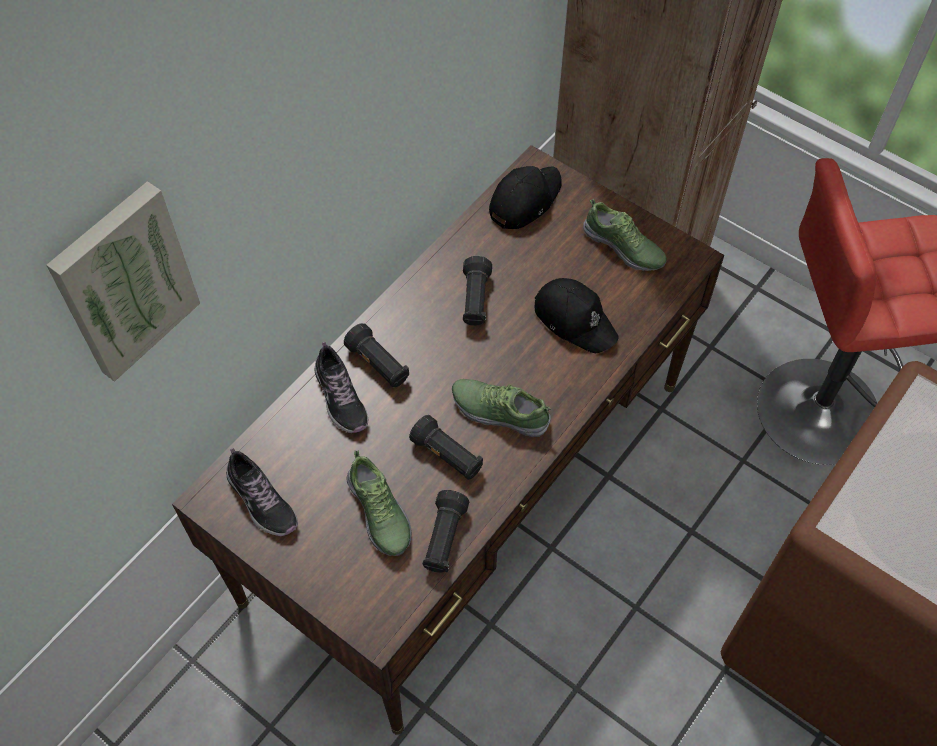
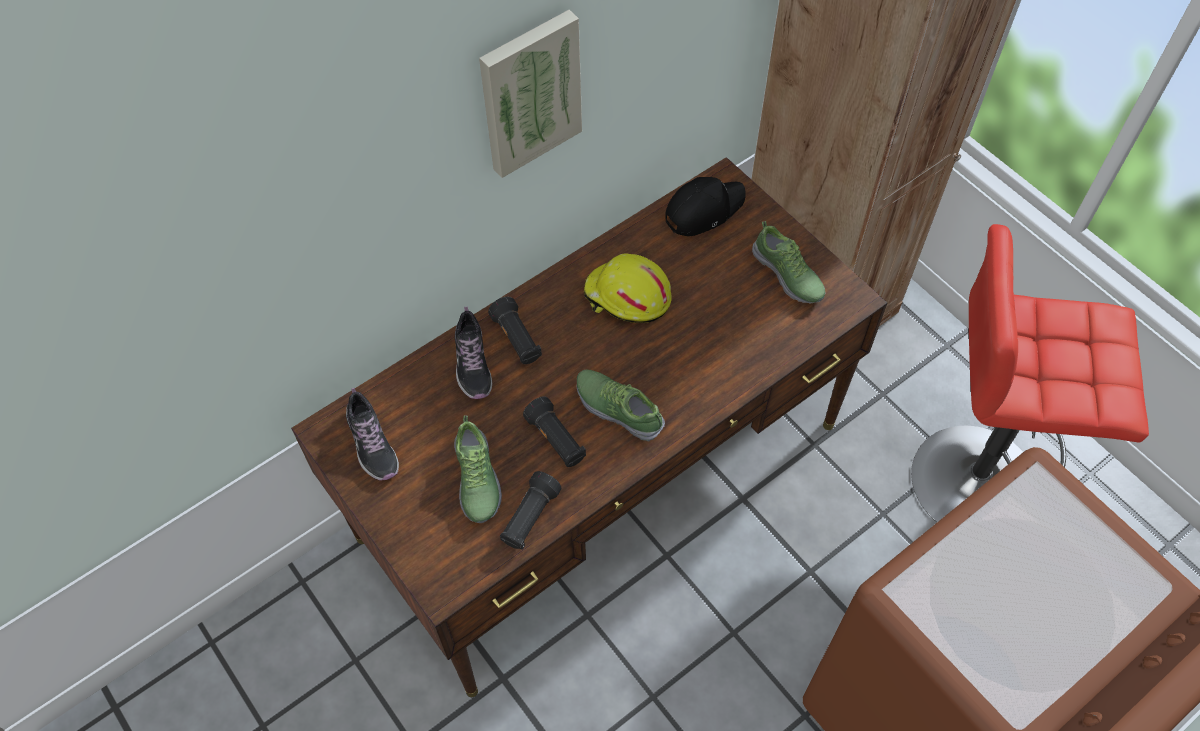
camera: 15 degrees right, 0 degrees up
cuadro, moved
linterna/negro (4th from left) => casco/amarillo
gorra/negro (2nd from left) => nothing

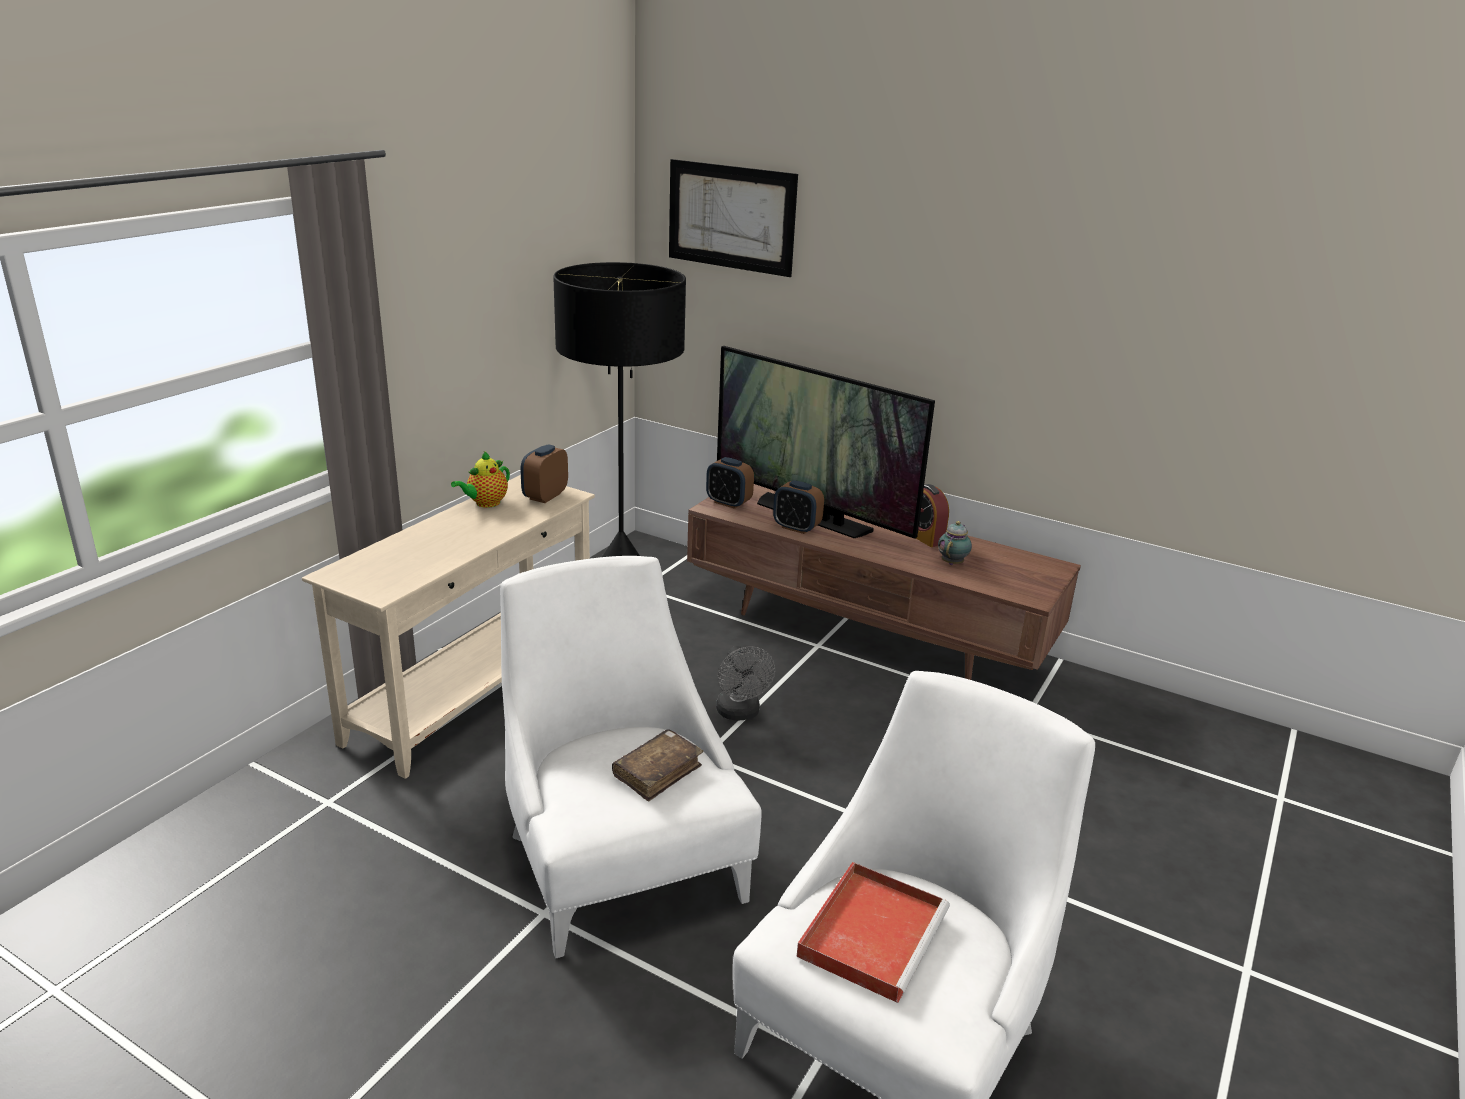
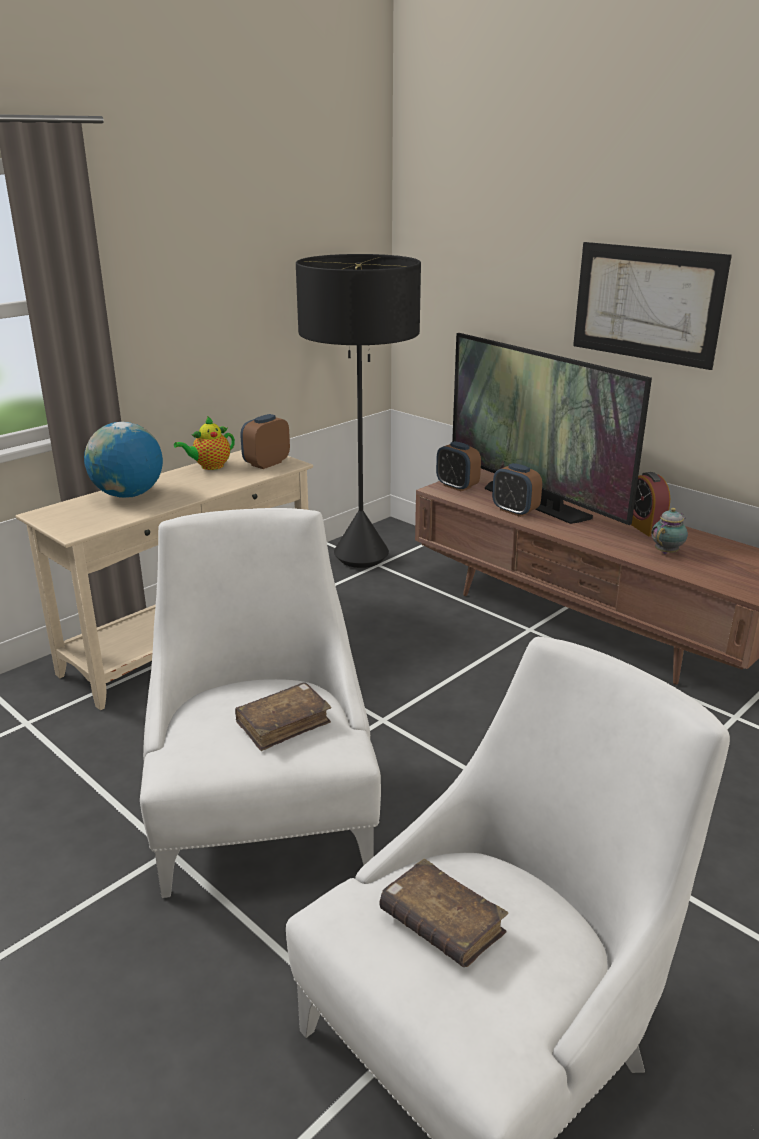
camera: 15 degrees right, 0 degrees up
cuadro, moved
ventilador/gris => nothing
bandeja/rojo => libro/marrón (2nd from left)
nothing => globo terráqueo

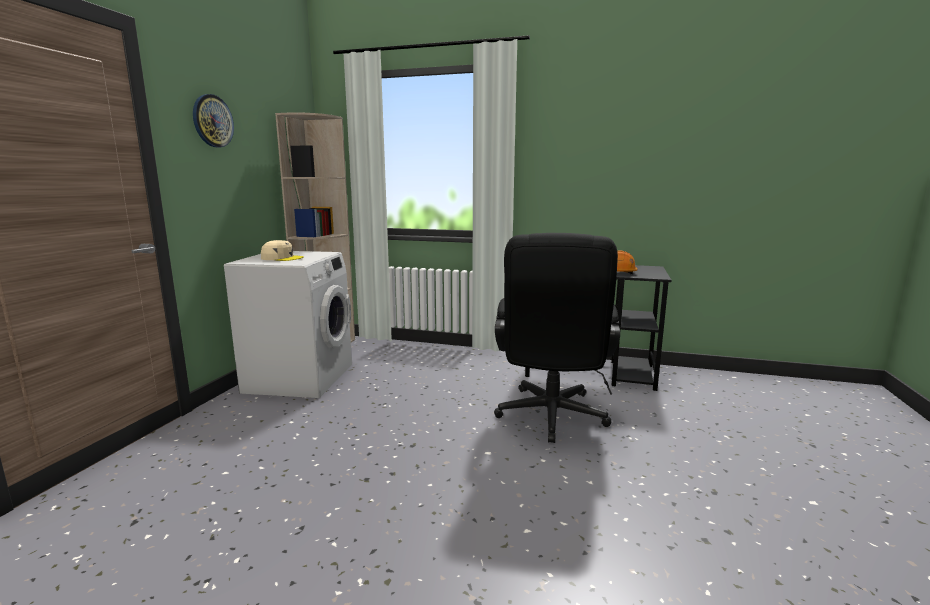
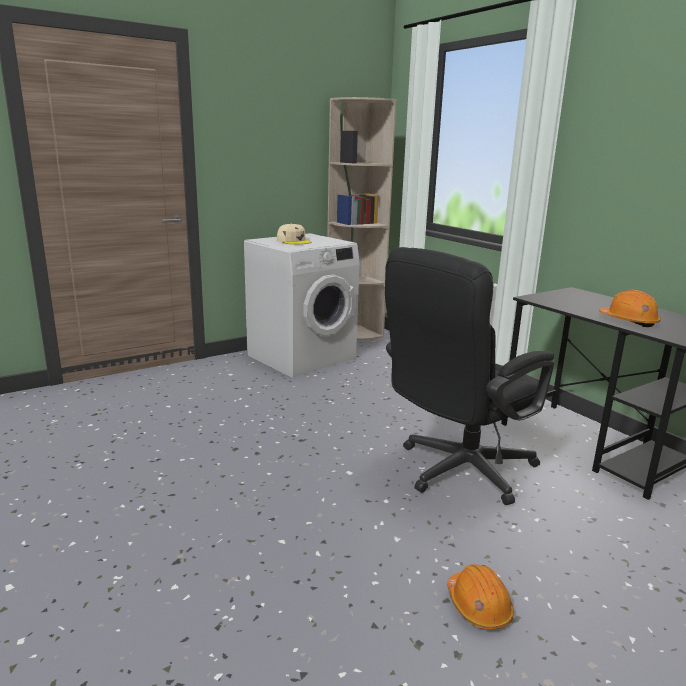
camera: 40 degrees right, 5 degrees up
reloj de pared => nothing
nothing => casco/naranja (1st from left)

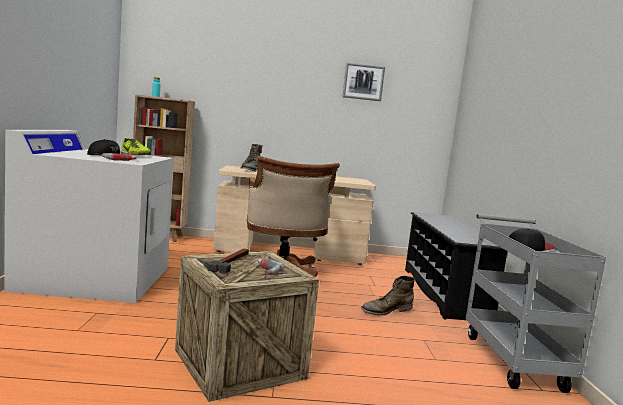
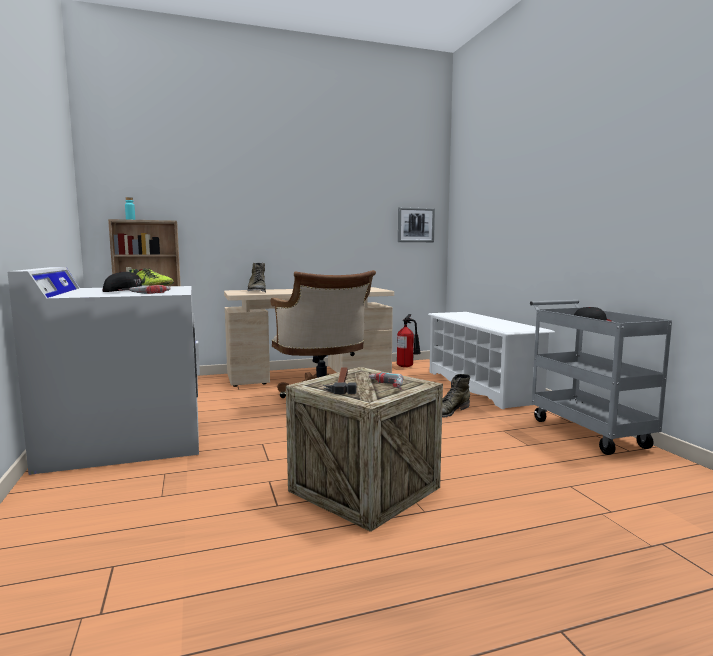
camera: 15 degrees left, 0 degrees up
cuadro, moved
zapatero/negro => zapatero/blanco
nothing => extintor

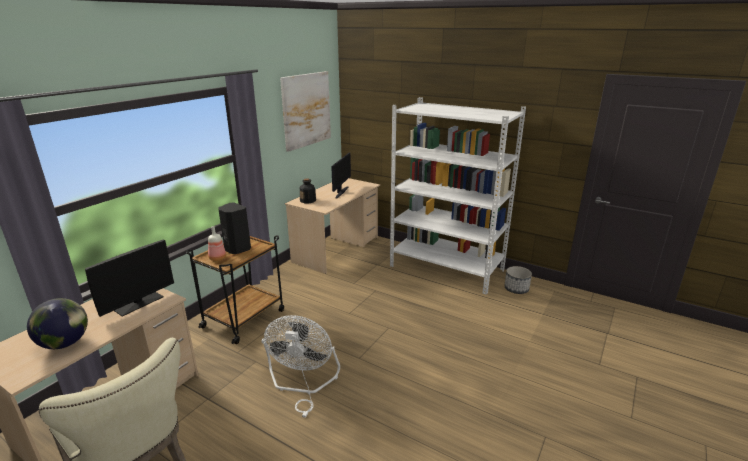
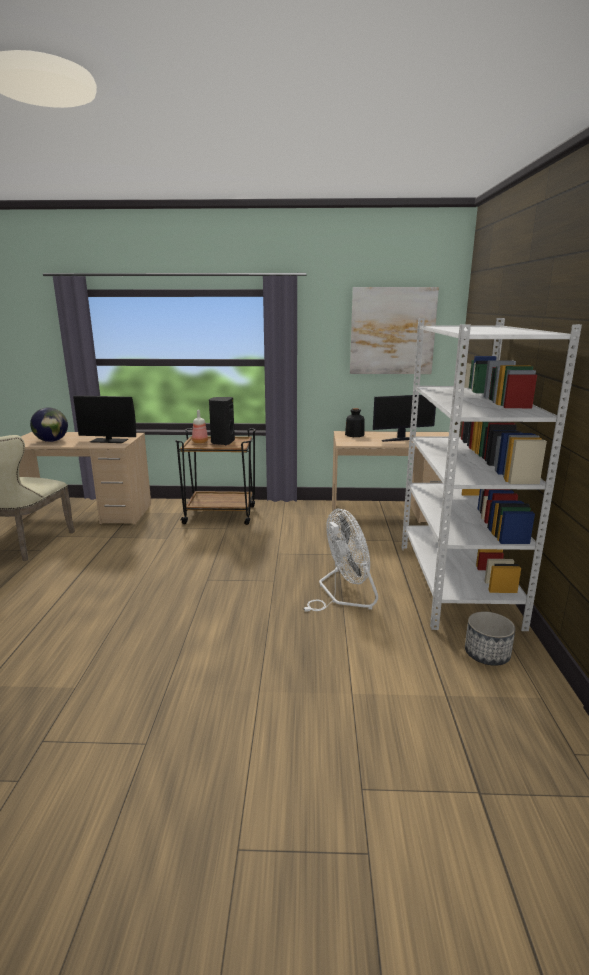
camera: 60 degrees right, 5 degrees down
ventilador/blanco, moved

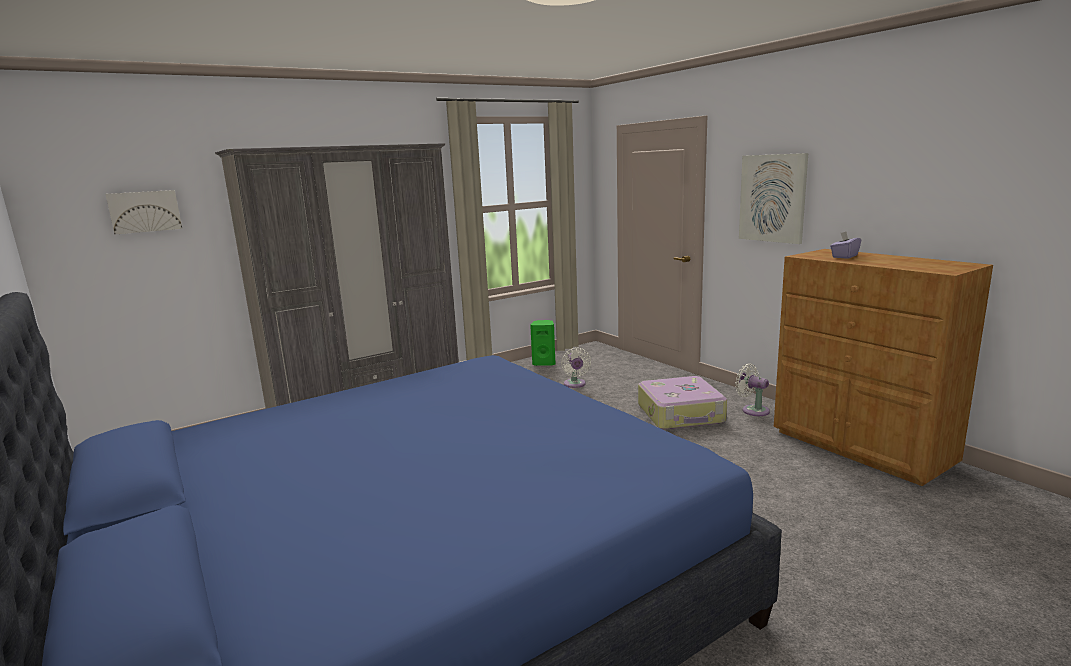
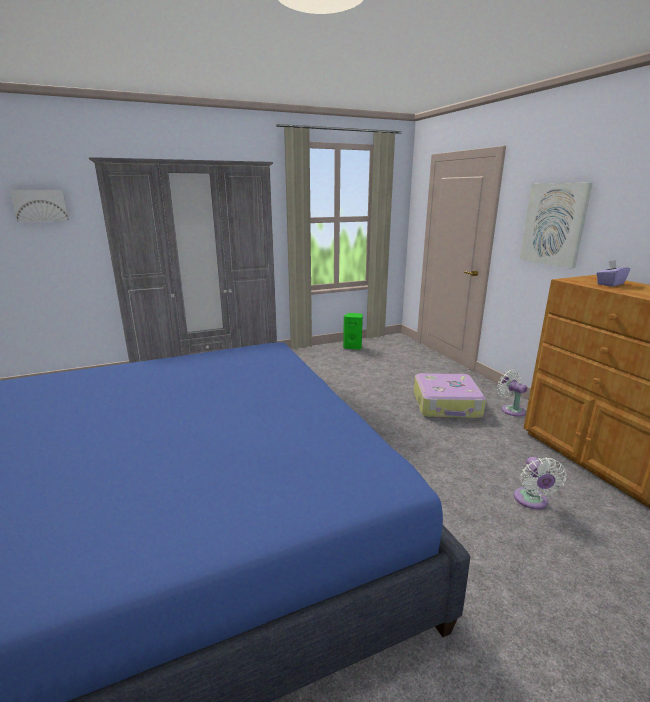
camera: 10 degrees right, 5 degrees up
ventilador/blanco (1st from left in the first image) => ventilador/blanco (2nd from left), moved

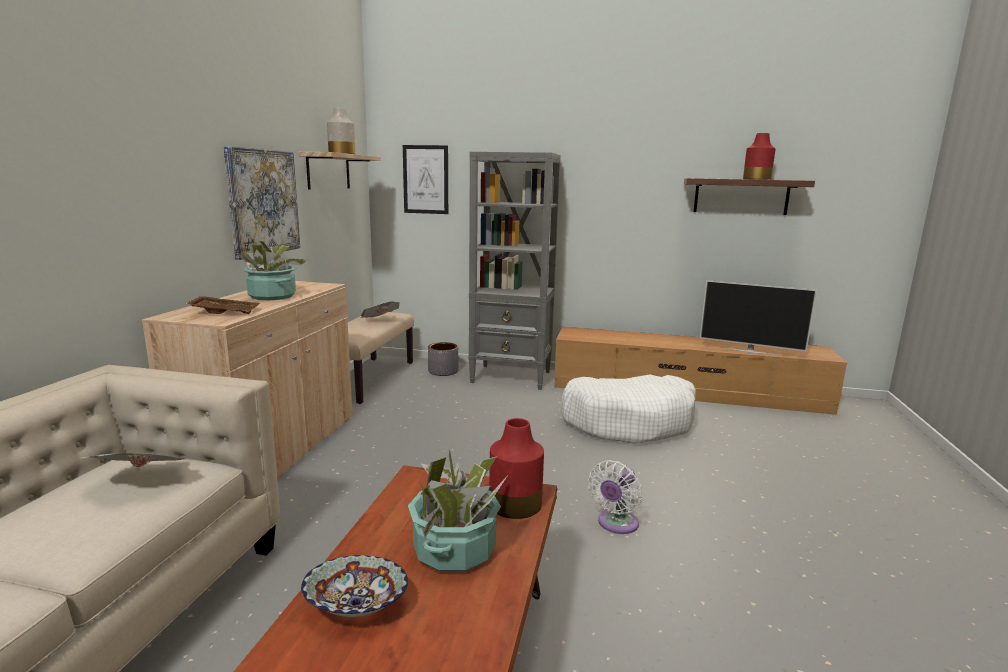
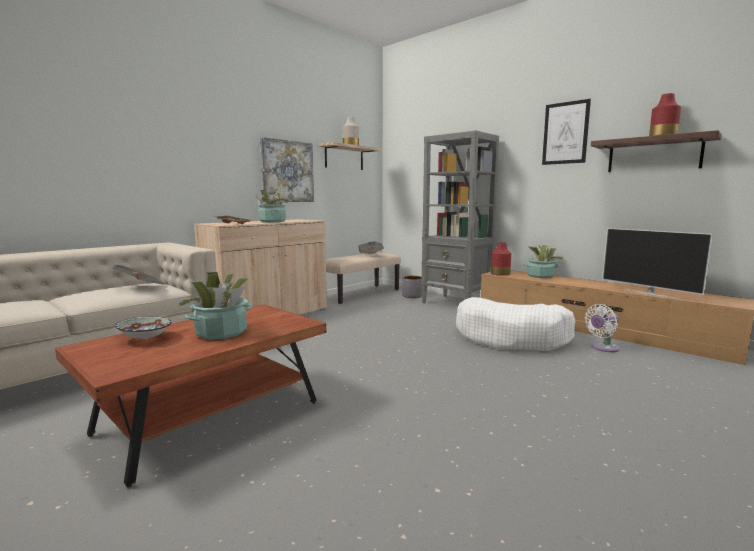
camera: 30 degrees right, 5 degrees down
cuadro (2nd from left), moved
florero/rojo (1st from left), moved
ventilador/blanco, moved
nothing => planta en maceta (3rd from left)

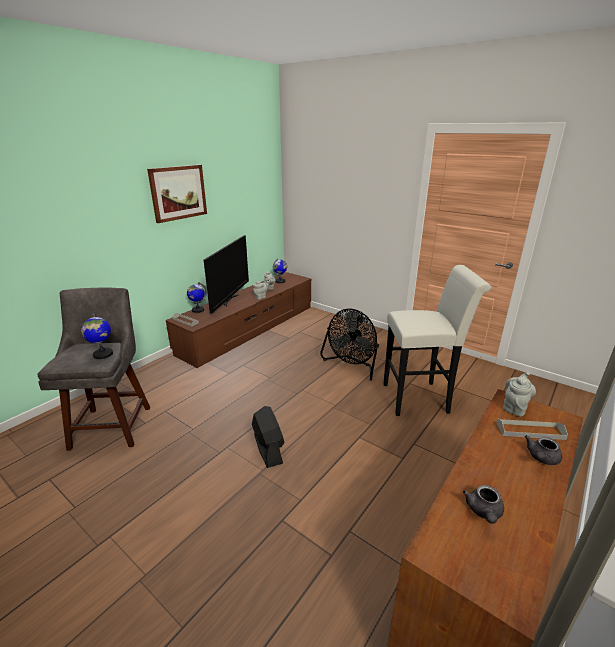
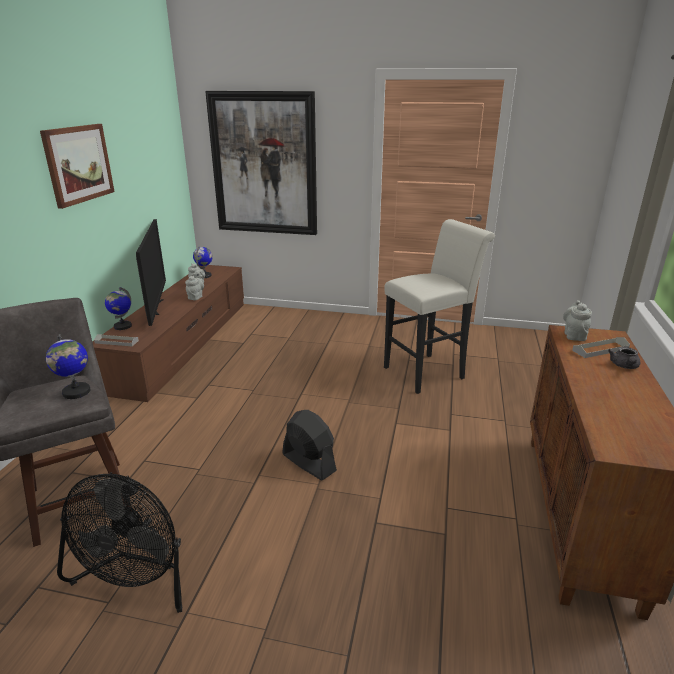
camera: 25 degrees left, 0 degrees up
ventilador/negro (2nd from left in the first image) => ventilador/negro (1st from left), moved
tetera/gris (3rd from left) => nothing
nothing => cuadro (2nd from left)

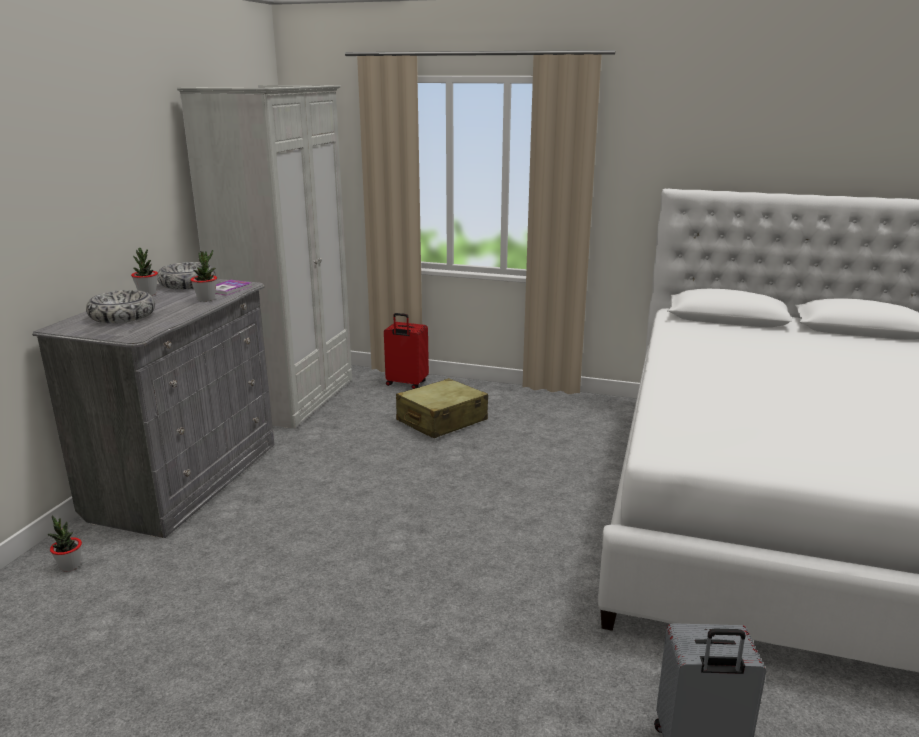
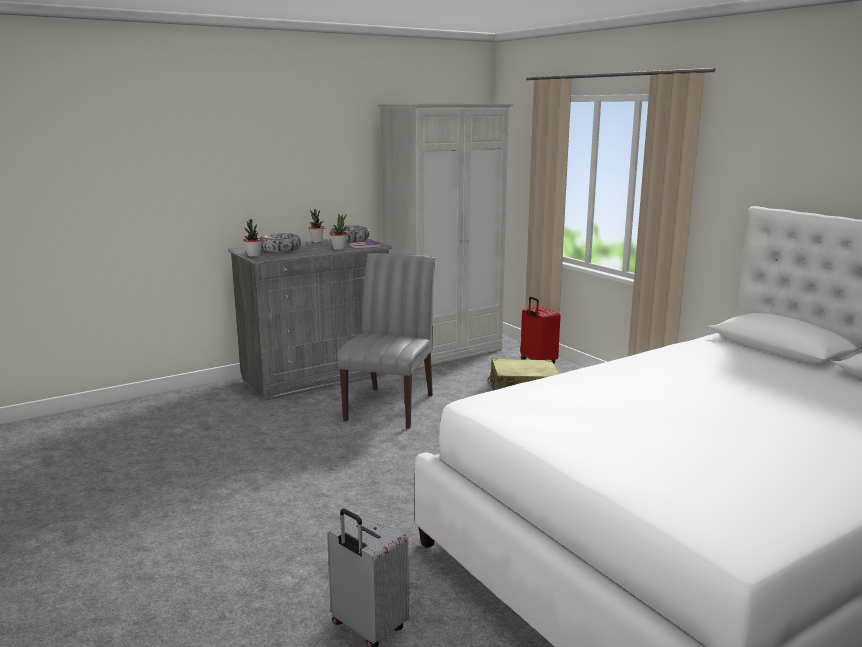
camera: 40 degrees right, 5 degrees down
planta en maceta (1st from left), moved
nothing => silla/gris

